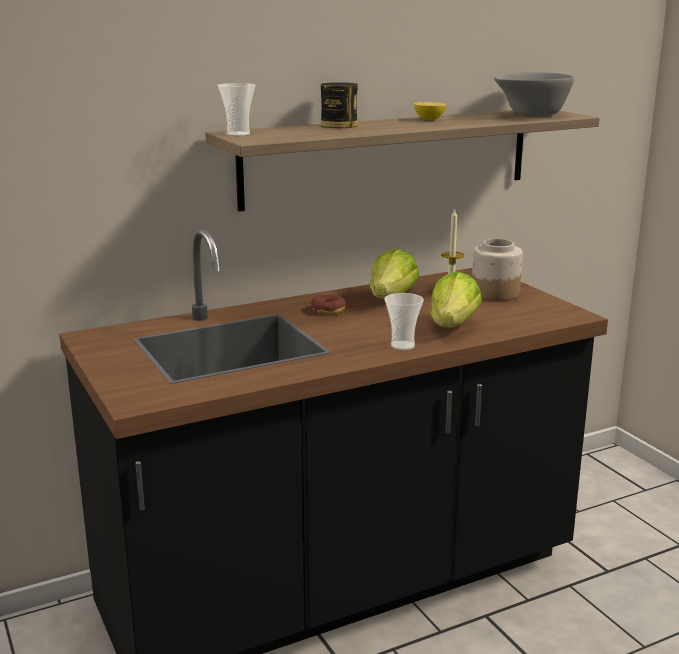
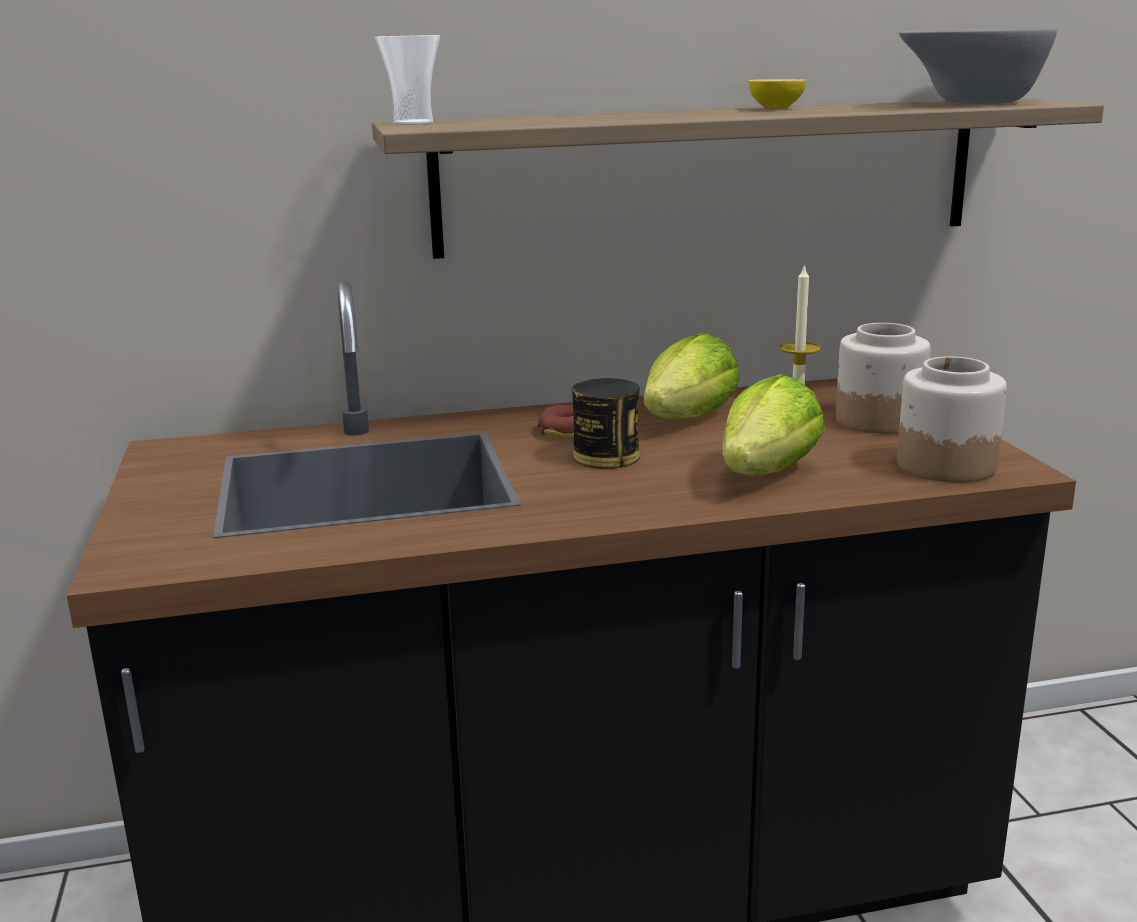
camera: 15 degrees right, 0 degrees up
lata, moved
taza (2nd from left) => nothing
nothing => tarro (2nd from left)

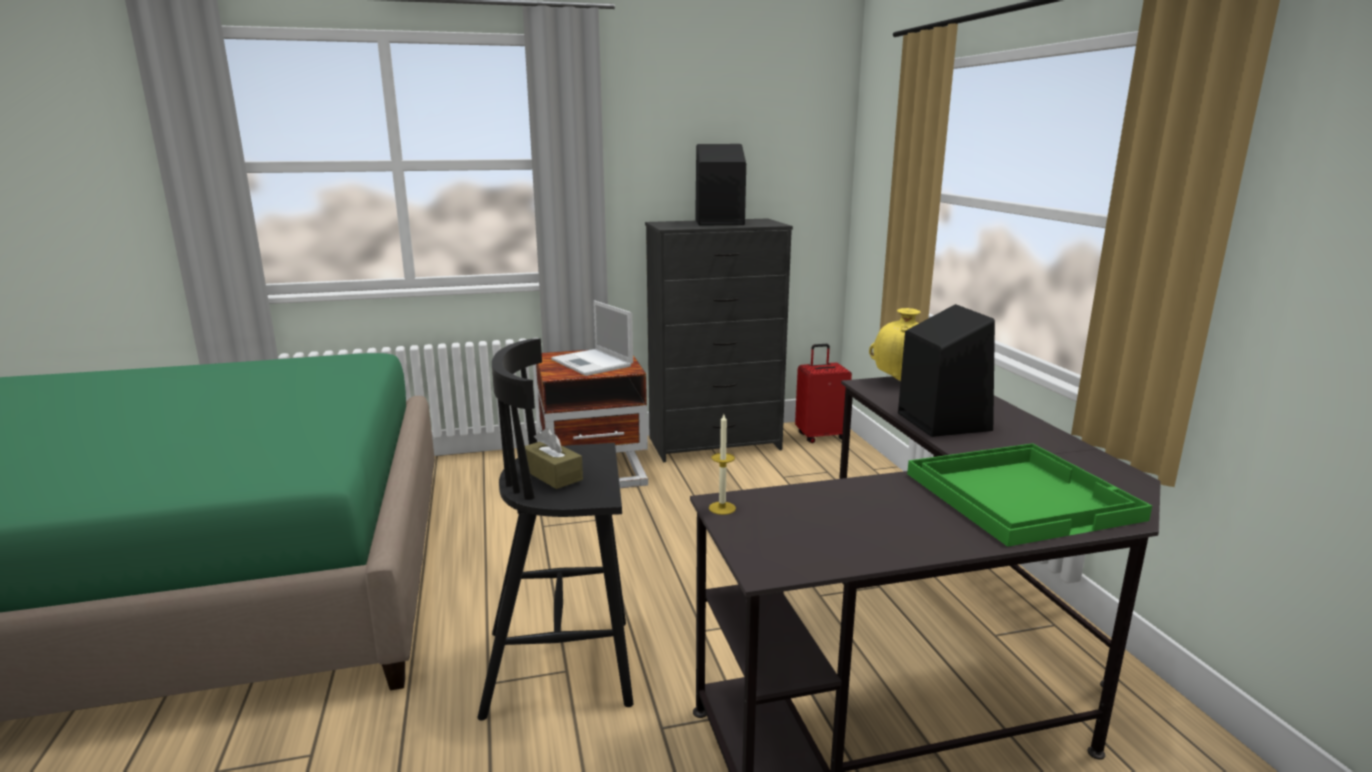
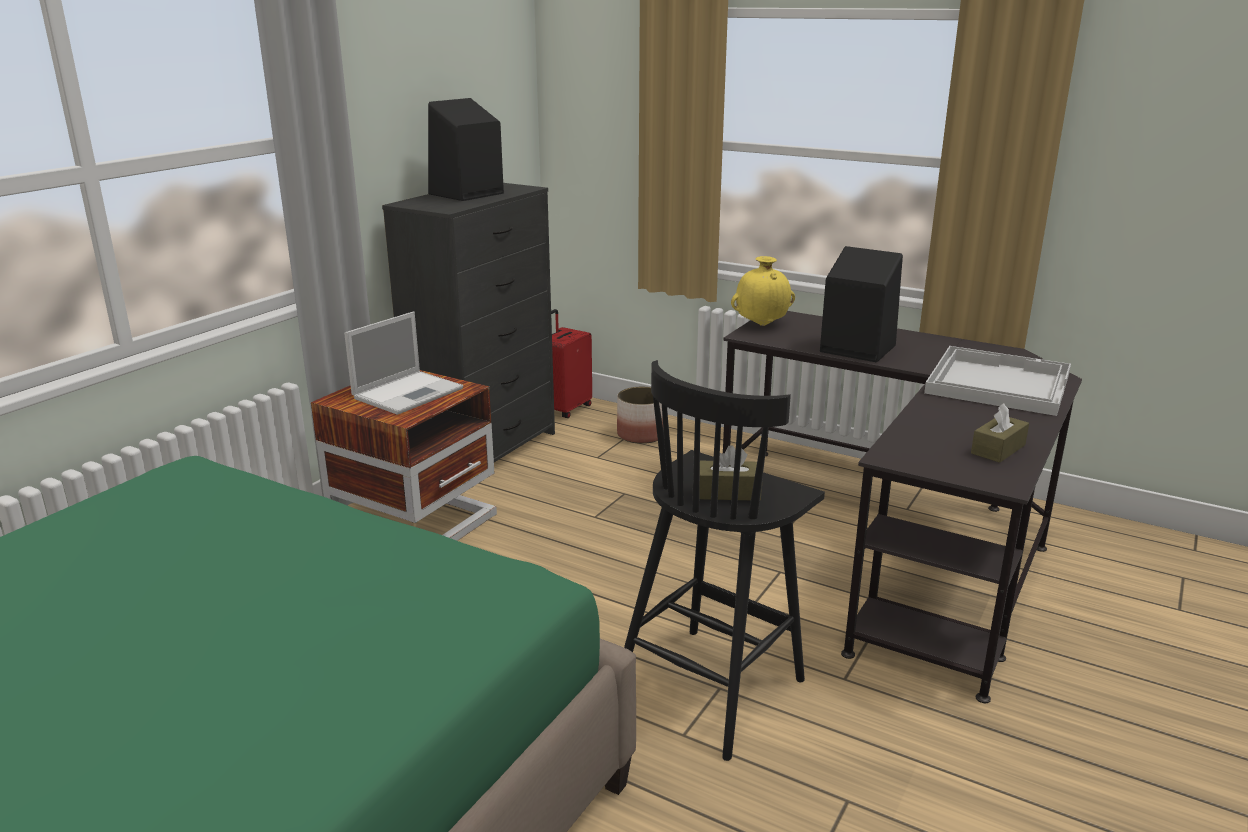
camera: 45 degrees left, 5 degrees up
portátil, 60 degrees counterclockwise
vela => nothing
bandeja/verde => bandeja/blanco
nothing => maceta
nothing => caja de pañuelos/marrón (2nd from left)

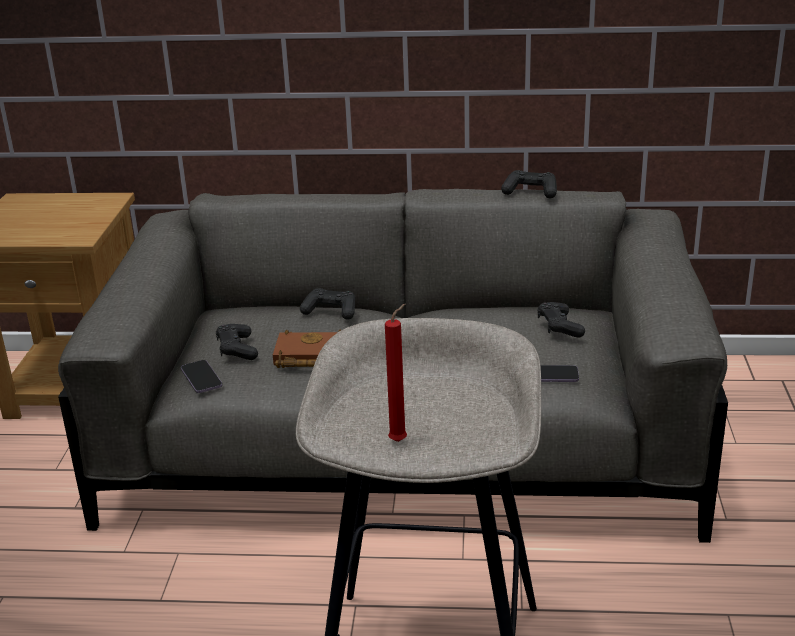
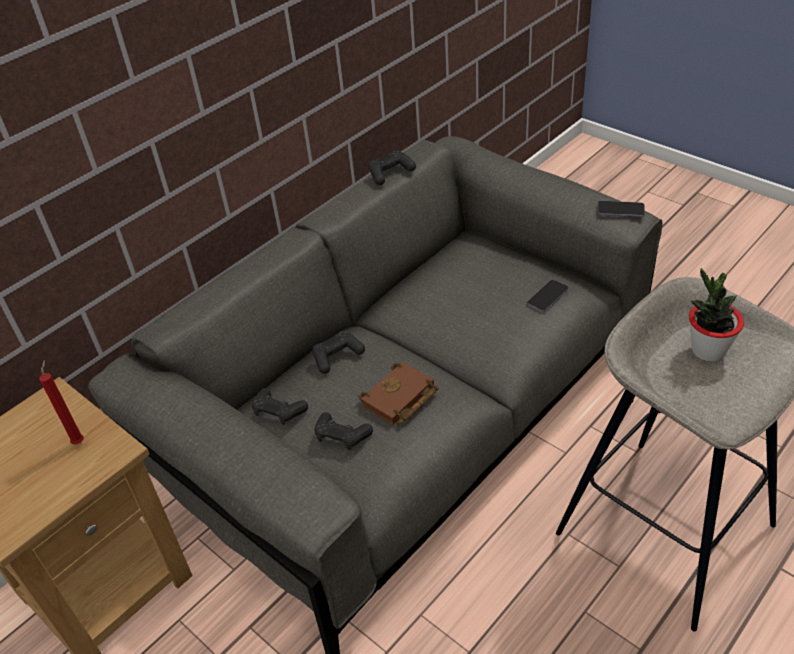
camera: 50 degrees left, 15 degrees up
mando de consola/negro (4th from left in the first image) => mando de consola/negro (1st from left), moved
vela/rojo, moved
móvil (1st from left in the first image) => móvil (2nd from left), moved
nothing => planta en maceta

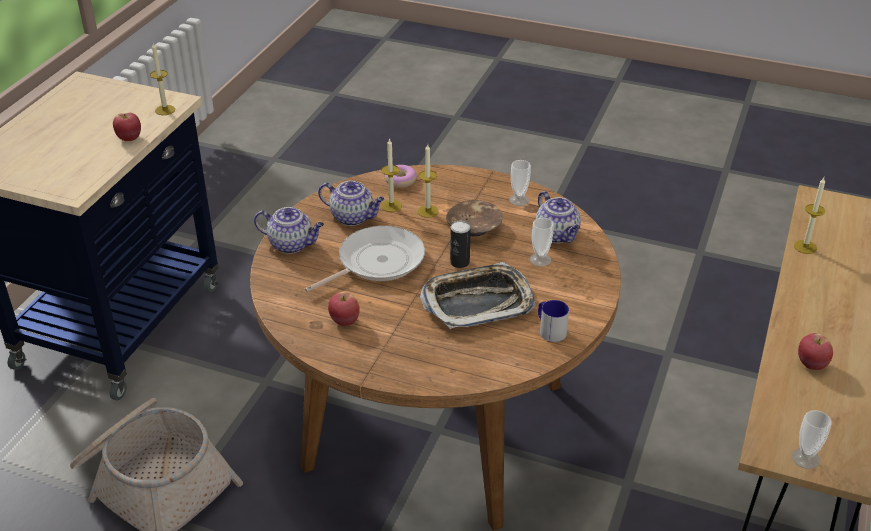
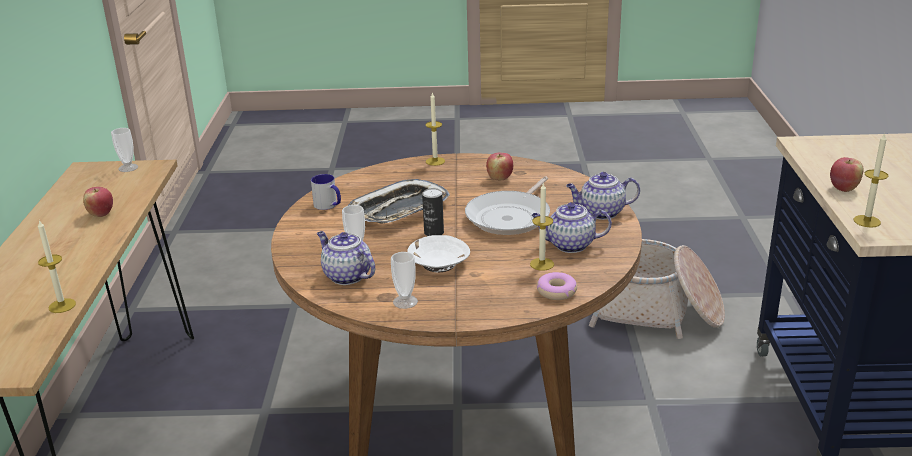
camera: 160 degrees right, 10 degrees down
vela (3rd from left in the first image) => vela (2nd from left), moved
cuenco/marrón => cuenco/blanco

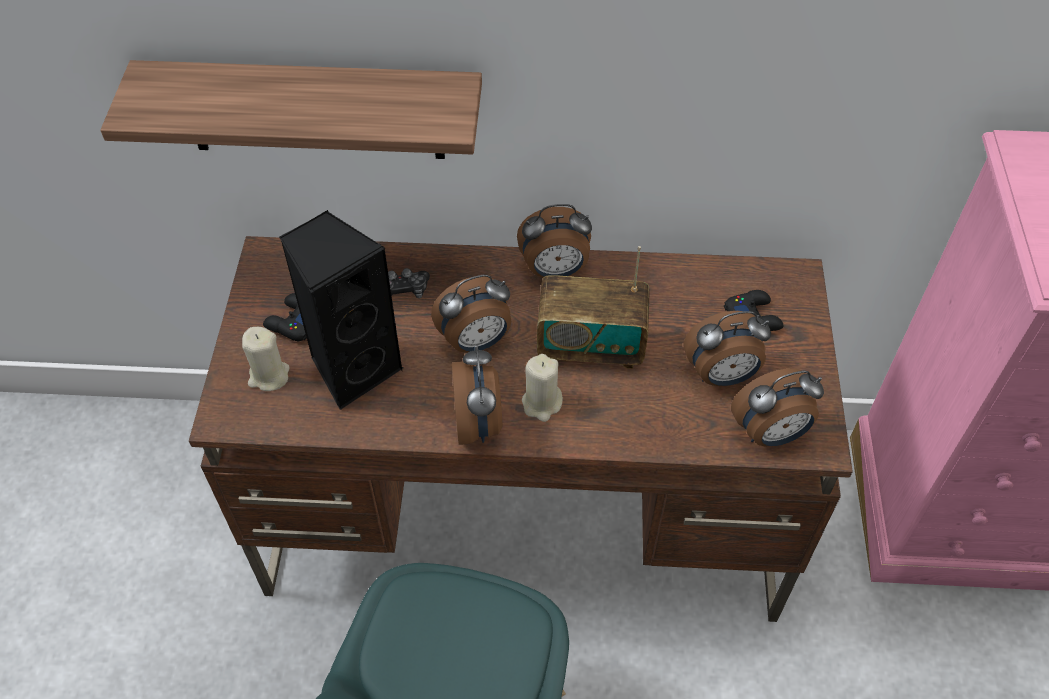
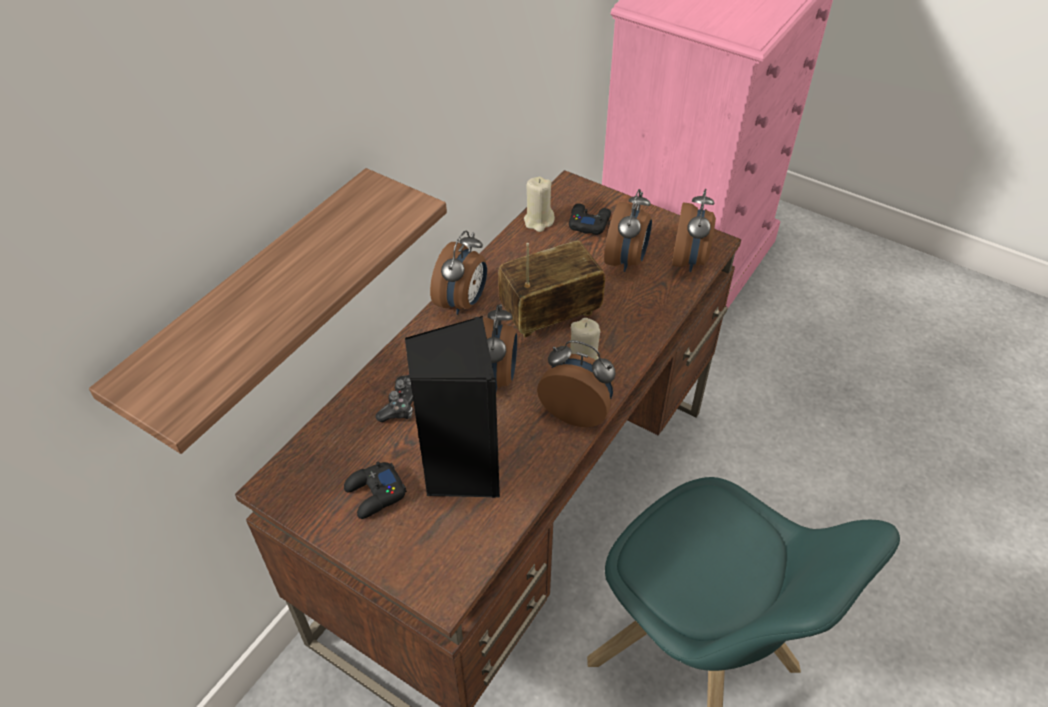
camera: 60 degrees left, 5 degrees down
radio, 150 degrees counterclockwise
vela/beis (1st from left), moved

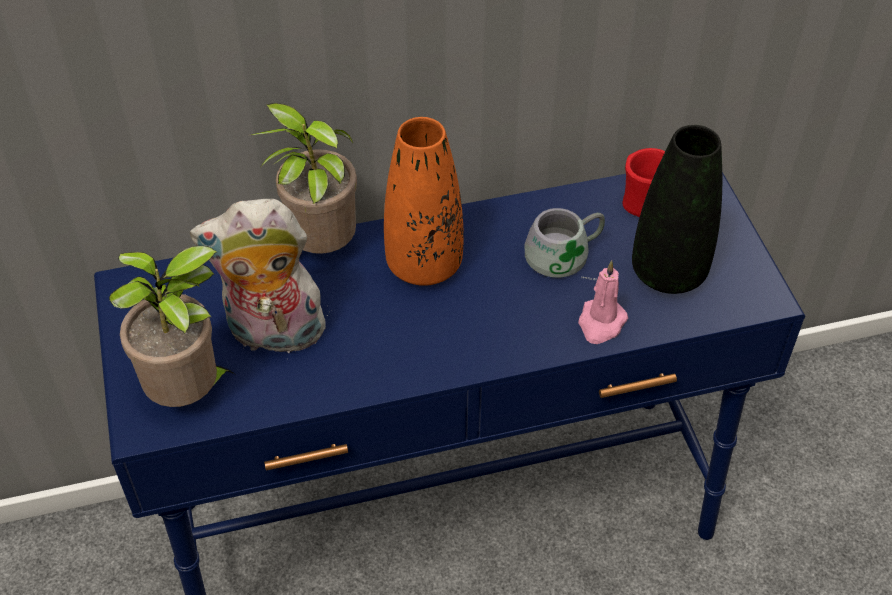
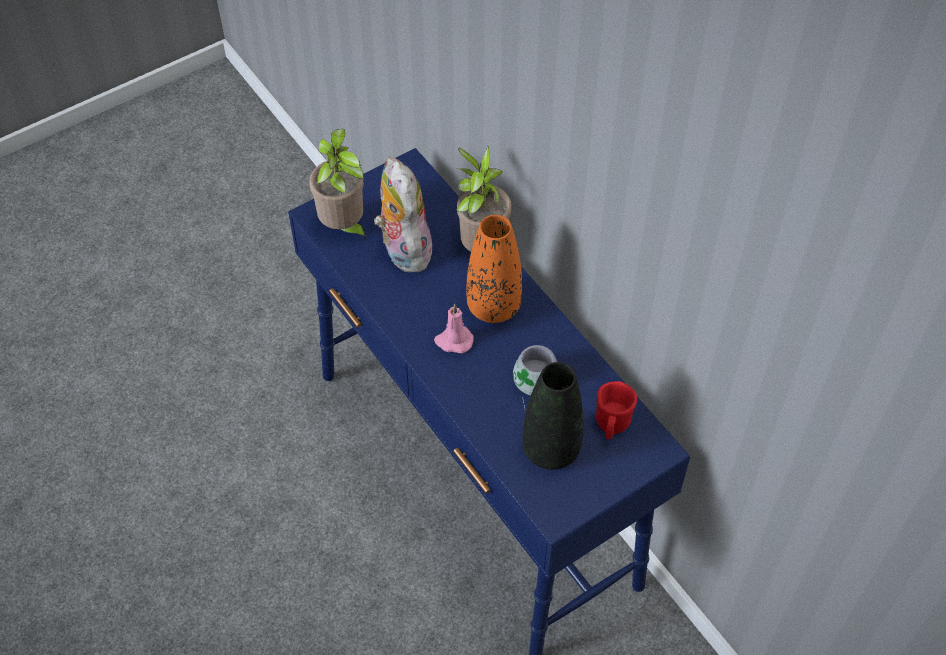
camera: 70 degrees right, 5 degrees up
vela/rosa, moved

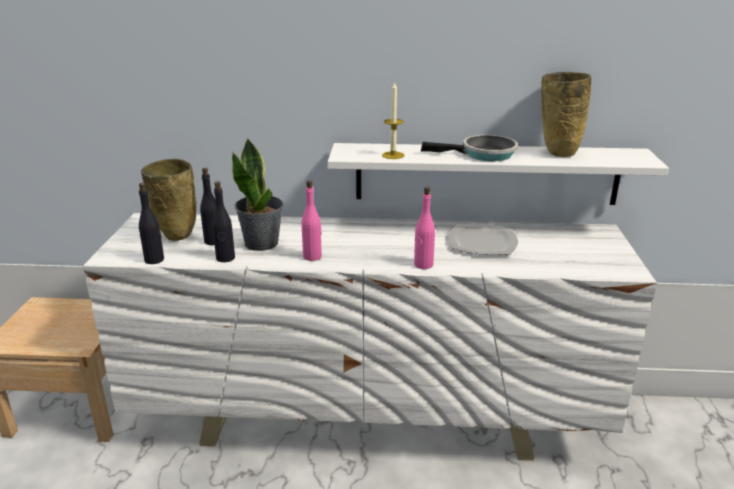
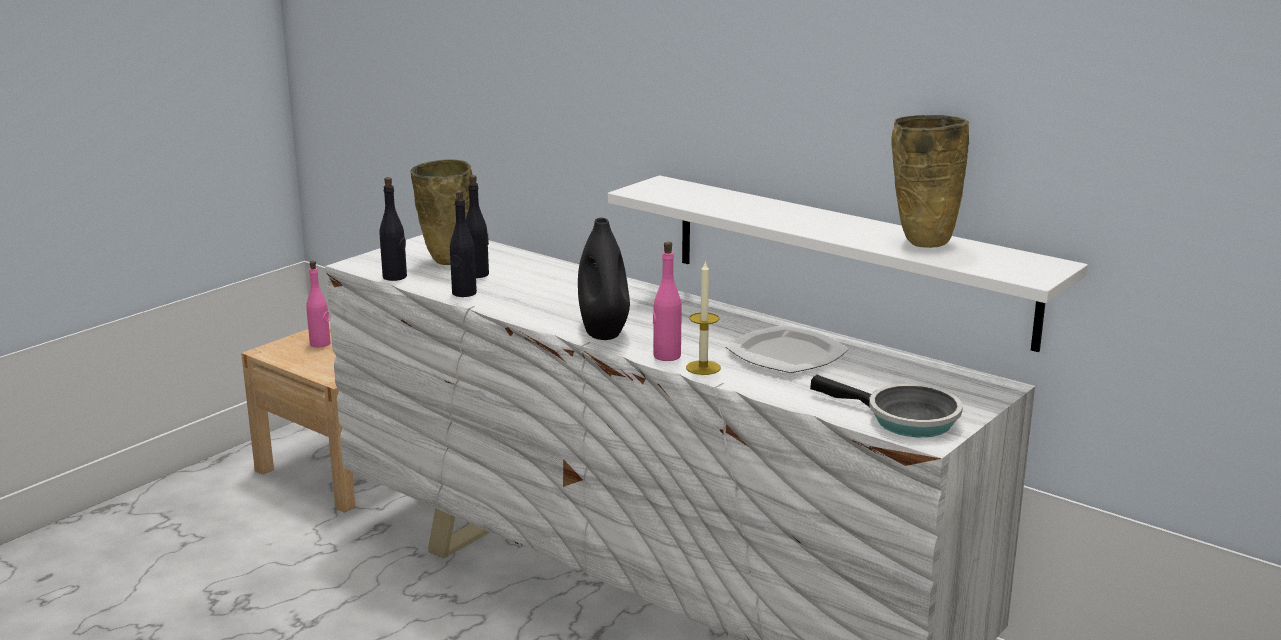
camera: 35 degrees right, 5 degrees down
vela, moved
sartén, moved
planta en maceta => nothing
botella/rosa (1st from left), moved
nothing => florero/negro

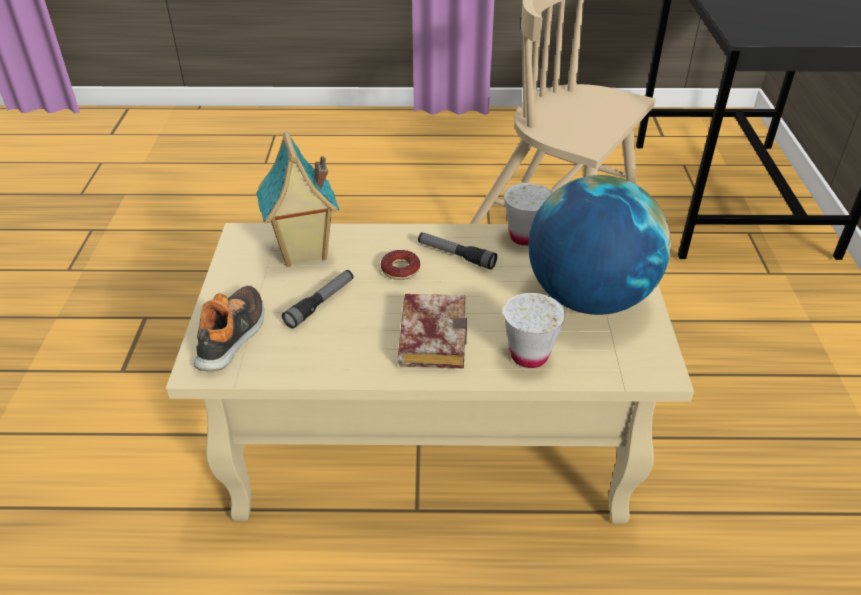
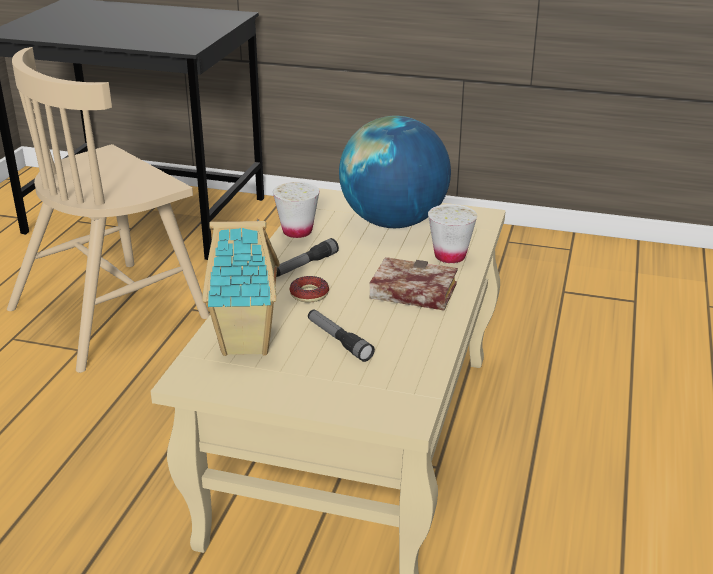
camera: 75 degrees left, 10 degrees down
zapato => nothing

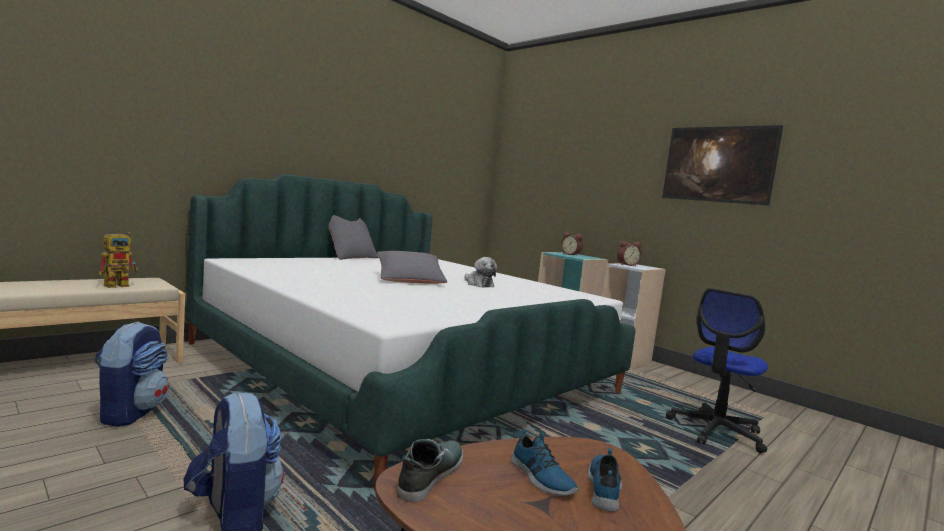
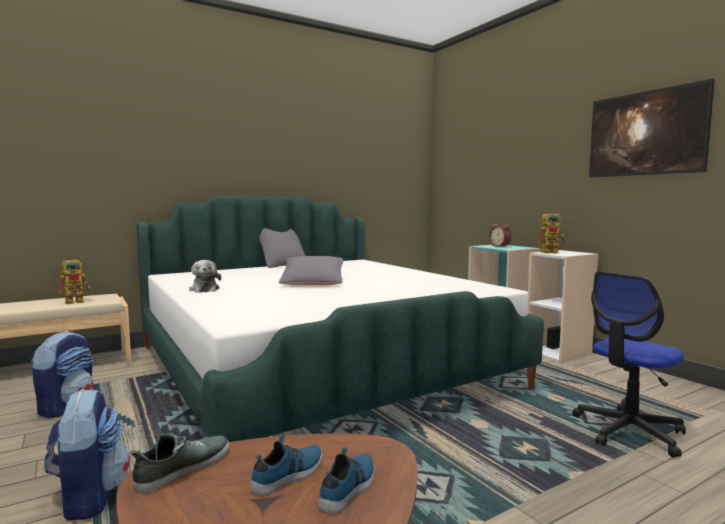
camera: 15 degrees right, 0 degrees up
despertador (2nd from left) => robot de juguete (2nd from left)
peluche, moved
zapato (2nd from left), 120 degrees counterclockwise

